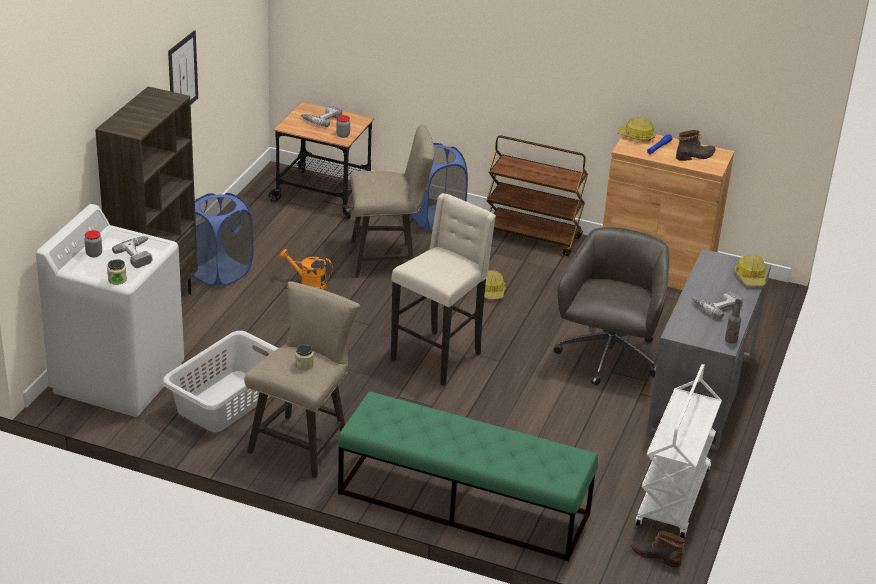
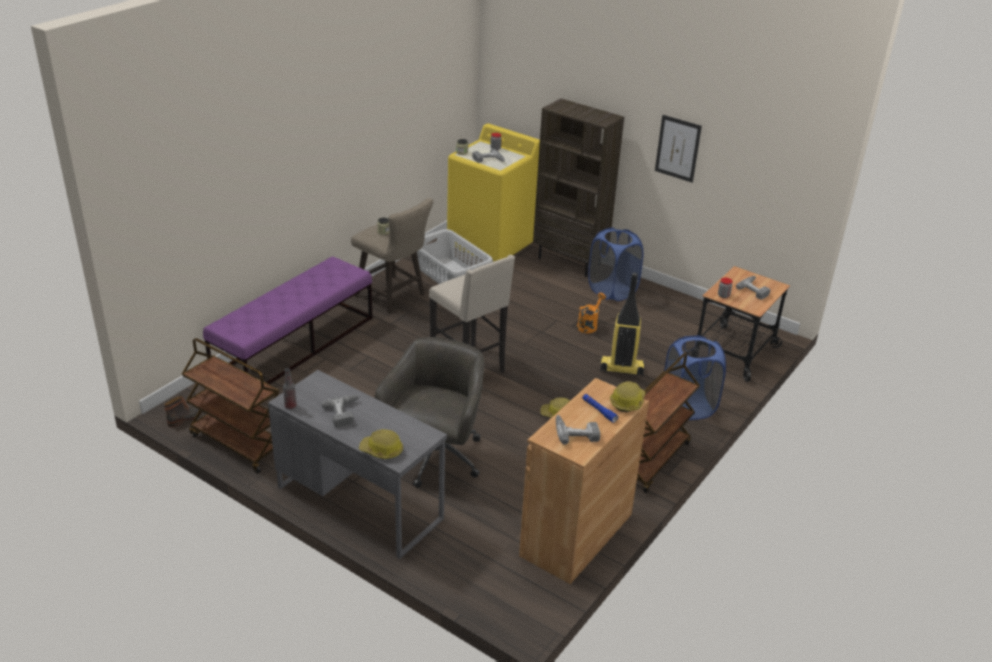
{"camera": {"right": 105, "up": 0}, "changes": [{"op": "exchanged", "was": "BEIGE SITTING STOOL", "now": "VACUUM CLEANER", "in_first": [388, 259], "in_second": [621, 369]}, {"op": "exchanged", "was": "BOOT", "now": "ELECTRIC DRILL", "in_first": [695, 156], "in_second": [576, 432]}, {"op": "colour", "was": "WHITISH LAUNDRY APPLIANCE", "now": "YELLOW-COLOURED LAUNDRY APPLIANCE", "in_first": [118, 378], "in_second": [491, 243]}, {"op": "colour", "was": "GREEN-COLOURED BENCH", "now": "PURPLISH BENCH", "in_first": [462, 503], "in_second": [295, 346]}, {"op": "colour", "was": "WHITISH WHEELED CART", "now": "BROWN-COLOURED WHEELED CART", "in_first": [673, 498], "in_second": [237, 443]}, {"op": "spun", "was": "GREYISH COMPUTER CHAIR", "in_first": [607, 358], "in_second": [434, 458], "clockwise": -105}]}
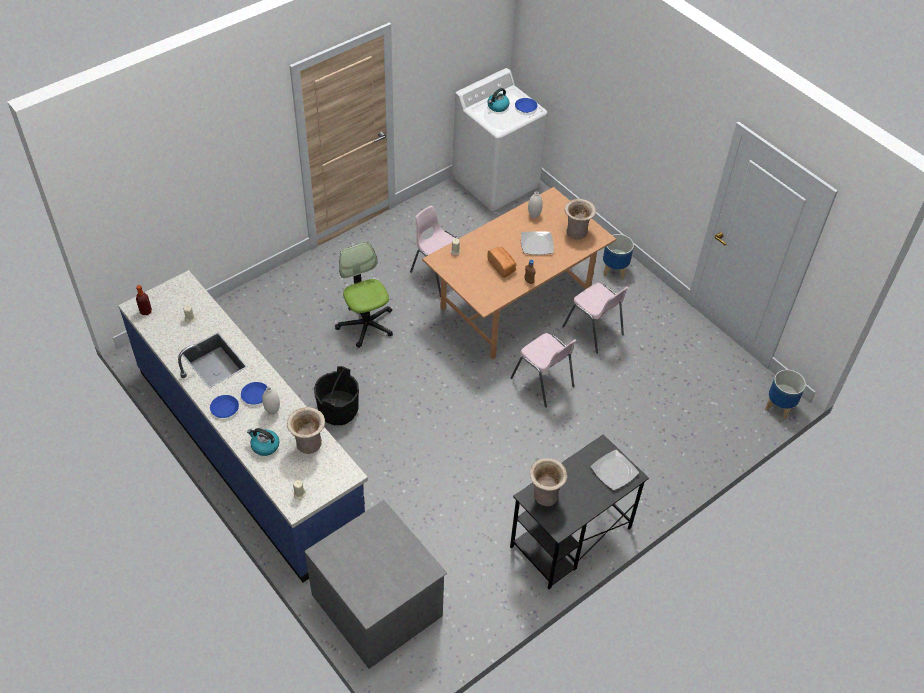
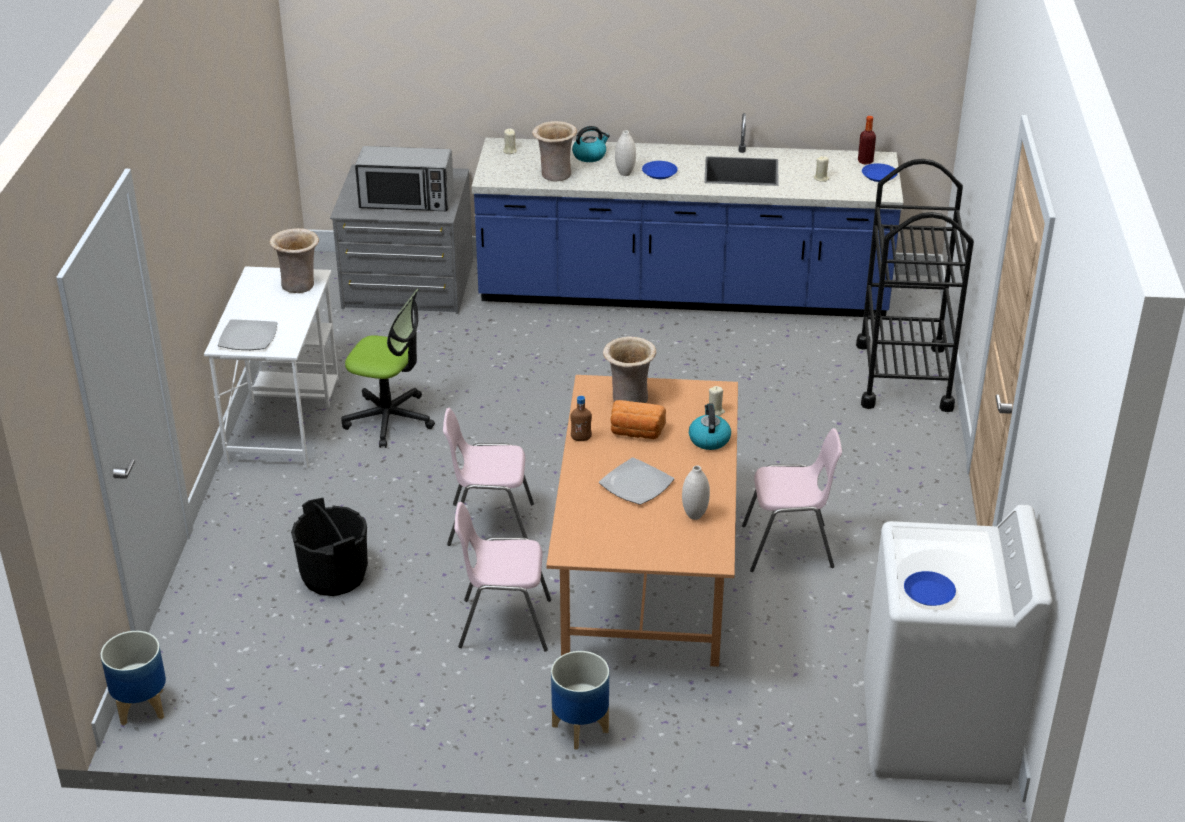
{"camera": {"right": 135, "up": -15}, "changes": [{"op": "appeared", "now": "MICROWAVE", "in_second": [406, 201]}, {"op": "appeared", "now": "BLACKISH WHEELED CART", "in_second": [904, 376]}, {"op": "relocated", "was": "BLUE-COLOURED PLATE", "in_first": [224, 408], "in_second": [879, 176]}, {"op": "relocated", "was": "BLACKISH WATER BUCKET", "in_first": [338, 410], "in_second": [334, 575]}, {"op": "relocated", "was": "COMPUTER CHAIR", "in_first": [366, 325], "in_second": [389, 419]}, {"op": "relocated", "was": "WATER KETTLE", "in_first": [497, 107], "in_second": [709, 439]}, {"op": "relocated", "was": "BEIGE DECORATIVE VASE", "in_first": [577, 233], "in_second": [628, 398]}, {"op": "colour", "was": "BLACKISH DESK", "now": "WHITISH DESK", "in_first": [570, 538], "in_second": [284, 420]}]}
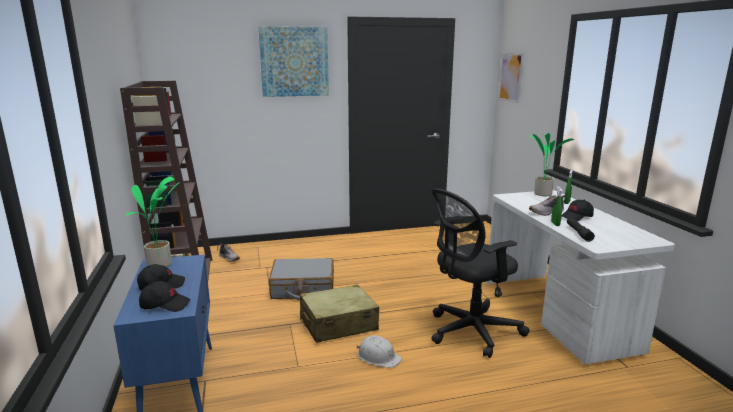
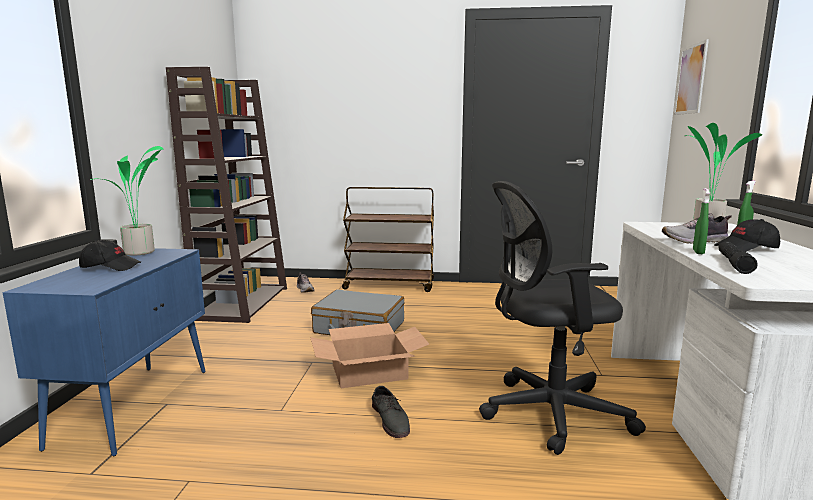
{"camera": {"right": 20, "up": -5}, "changes": [{"op": "missing", "was": "BLACKISH PEAKED CAP", "in_first": [165, 305]}, {"op": "missing", "was": "PICTURE", "in_first": [294, 61]}, {"op": "appeared", "now": "BROWN-COLOURED WHEELED CART", "in_second": [390, 285]}, {"op": "exchanged", "was": "BEIGE PIECE OF LUGGAGE", "now": "CARTON", "in_first": [338, 324], "in_second": [369, 372]}, {"op": "exchanged", "was": "WHITISH WORK HELMET", "now": "GREYISH LOW SHOE", "in_first": [378, 357], "in_second": [391, 419]}]}
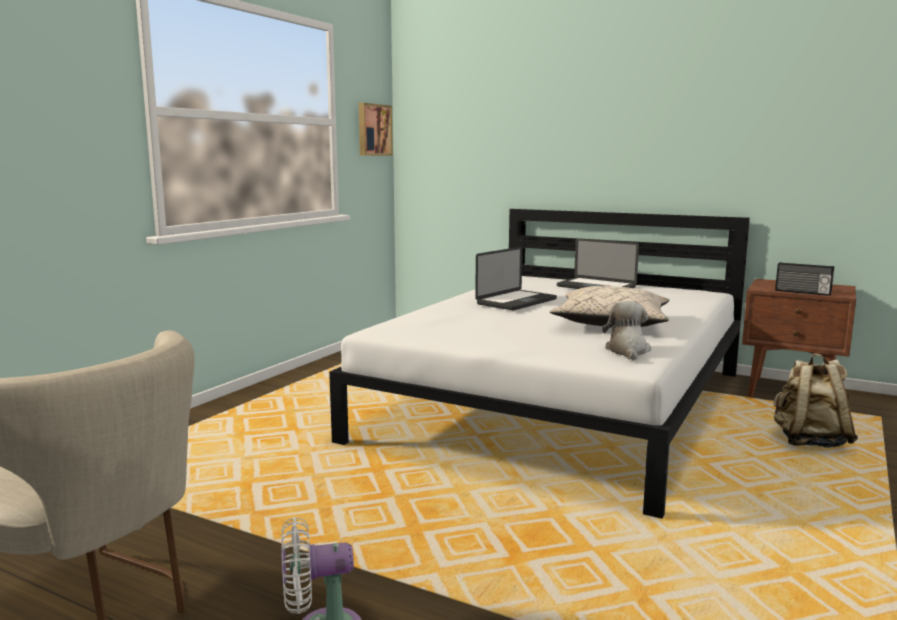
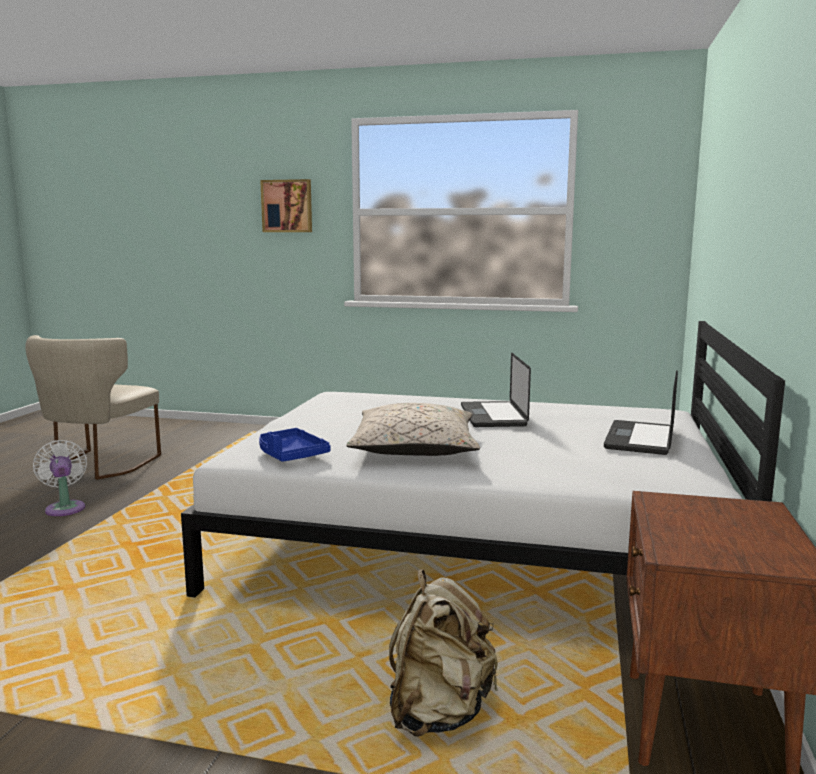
{"camera": {"right": 75, "up": 0}, "changes": [{"op": "missing", "was": "RADIO", "in_first": [802, 292]}, {"op": "relocated", "was": "PICTURE", "in_first": [373, 130], "in_second": [287, 206]}, {"op": "exchanged", "was": "SOFT TOY", "now": "BLUE-COLOURED SERVING TRAY", "in_first": [627, 351], "in_second": [290, 455]}, {"op": "spun", "was": "NOTEBOOK COMPUTER", "in_first": [516, 302], "in_second": [493, 416], "clockwise": 60}]}
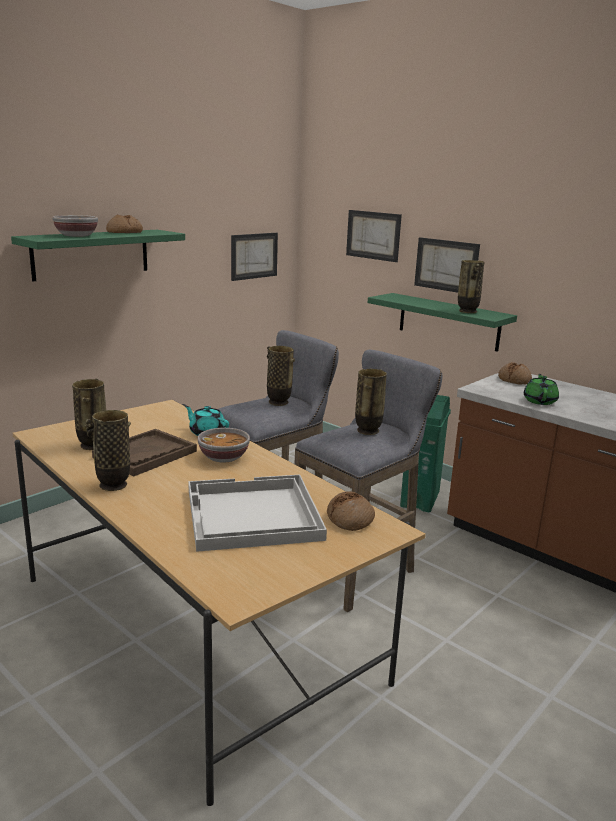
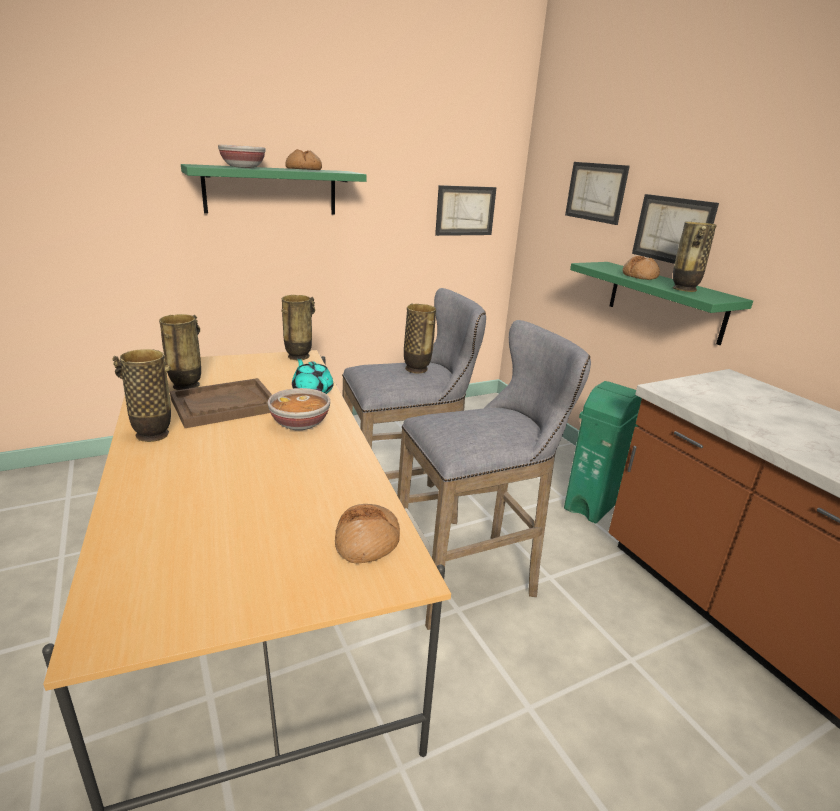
{"camera": {"right": 20, "up": 5}, "changes": [{"op": "missing", "was": "WHITISH SERVING TRAY", "in_first": [252, 515]}, {"op": "missing", "was": "GREEN-COLOURED POT FOR TEA", "in_first": [540, 401]}, {"op": "relocated", "was": "DECORATIVE VASE", "in_first": [368, 431], "in_second": [299, 357]}, {"op": "relocated", "was": "BAKED BREAD", "in_first": [514, 380], "in_second": [640, 276]}]}
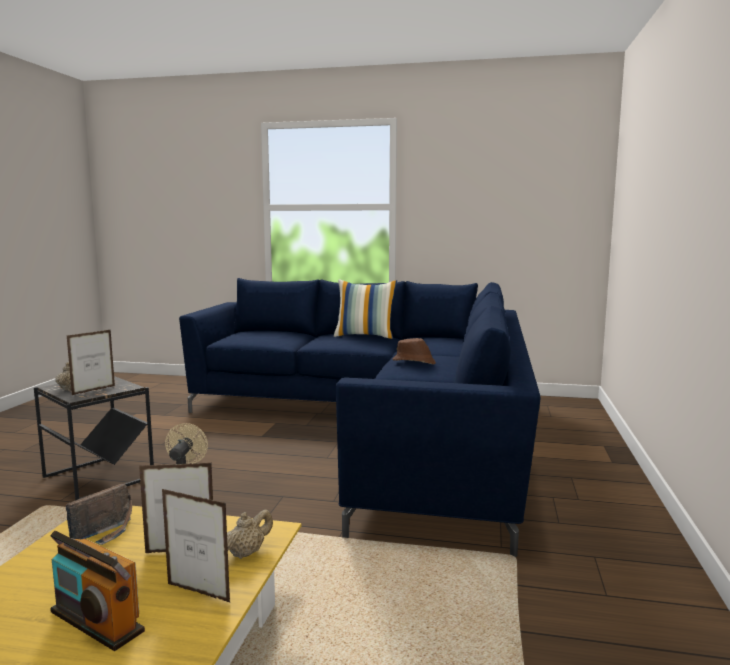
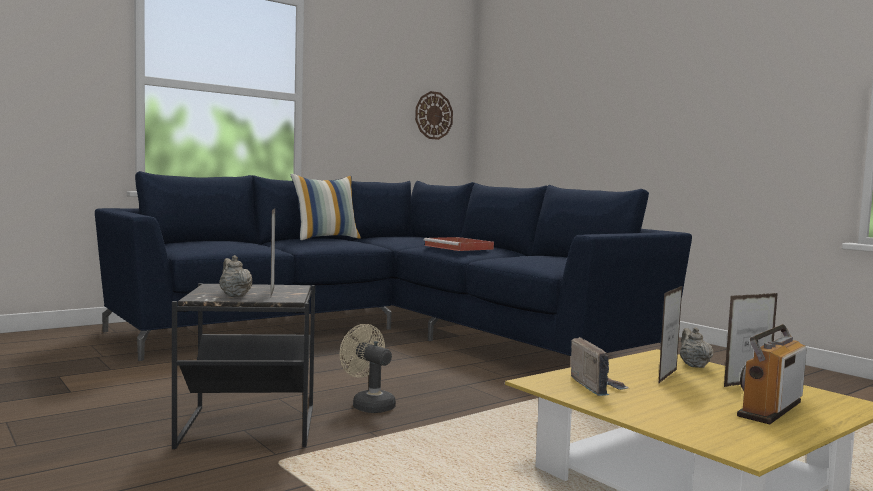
{"camera": {"right": -50, "up": -5}, "changes": [{"op": "appeared", "now": "HANGING CLOCK", "in_second": [433, 115]}, {"op": "exchanged", "was": "BROWN-COLOURED CLOTHING HAT", "now": "RED SERVING TRAY", "in_first": [414, 362], "in_second": [459, 247]}, {"op": "spun", "was": "RADIO", "in_first": [96, 622], "in_second": [769, 409], "clockwise": 150}]}
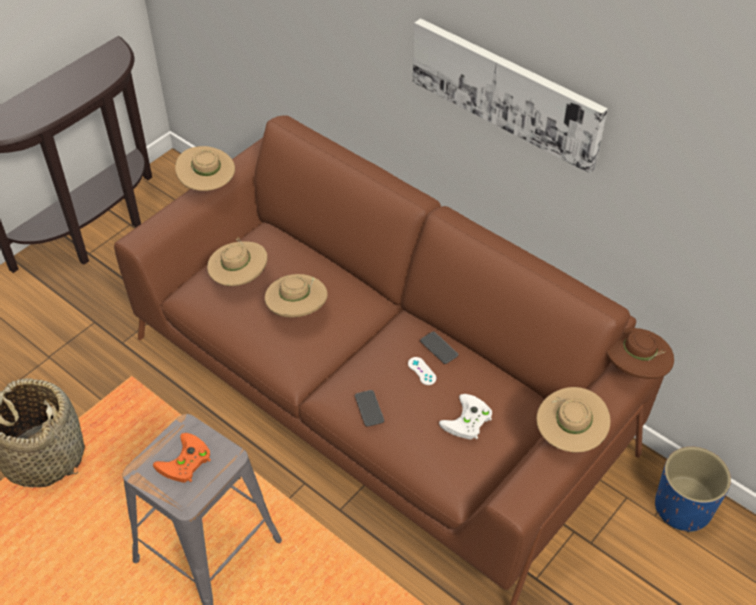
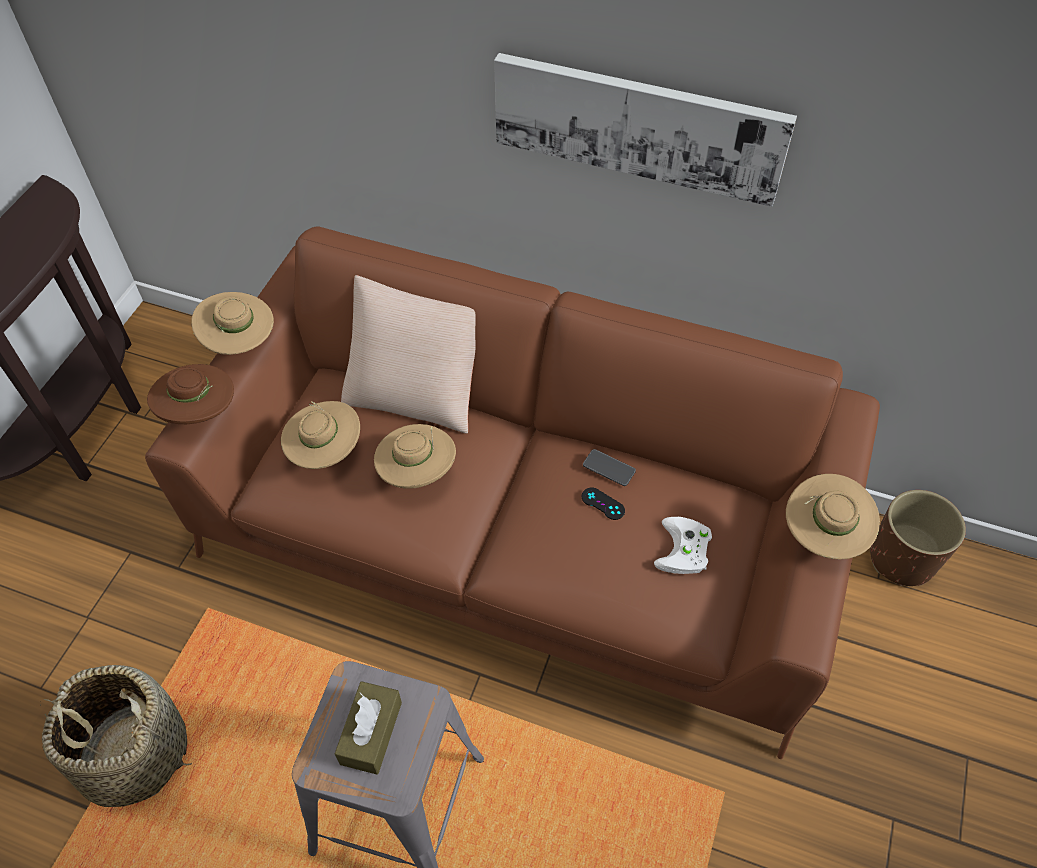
{"camera": {"right": -20, "up": 5}, "changes": [{"op": "missing", "was": "TELEPHONE", "in_first": [369, 408]}, {"op": "appeared", "now": "BEIGE THROW PILLOW", "in_second": [417, 390]}, {"op": "relocated", "was": "BROWN-COLOURED CLOTHING HAT", "in_first": [634, 368], "in_second": [199, 413]}, {"op": "exchanged", "was": "ORANGE JOYPAD", "now": "BROWN-COLOURED TISSUE HOLDER", "in_first": [185, 463], "in_second": [371, 733]}, {"op": "colour", "was": "WHITISH JOYPAD", "now": "BLACKISH JOYPAD", "in_first": [422, 371], "in_second": [603, 504]}, {"op": "colour", "was": "BLUE-COLOURED FLOWER POT", "now": "BROWN-COLOURED FLOWER POT", "in_first": [683, 507], "in_second": [902, 558]}]}
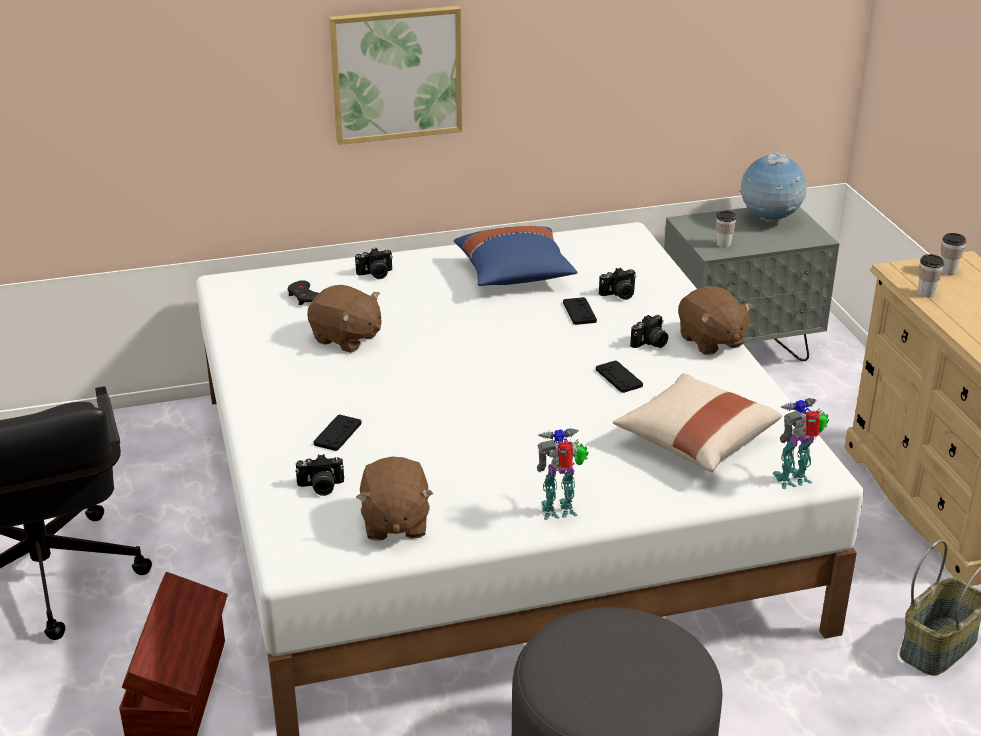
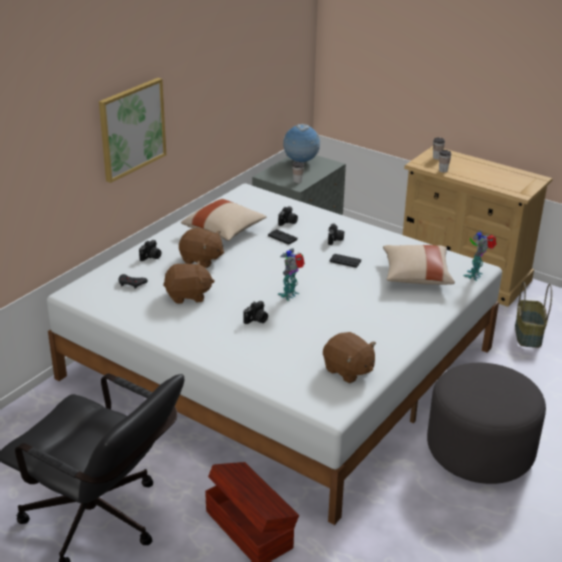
{"camera": {"right": -40, "up": 0}, "changes": [{"op": "missing", "was": "BLACKISH JOYPAD", "in_first": [337, 434]}, {"op": "relocated", "was": "STILL CAMERA", "in_first": [321, 487], "in_second": [256, 320]}, {"op": "relocated", "was": "ROBOT FIGURE", "in_first": [560, 512], "in_second": [290, 295]}, {"op": "relocated", "was": "BROWN-COLOURED SOFT TOY", "in_first": [711, 341], "in_second": [201, 259]}, {"op": "colour", "was": "BLUE-COLOURED THROW PILLOW", "now": "BEIGE THROW PILLOW", "in_first": [514, 275], "in_second": [224, 231]}]}
